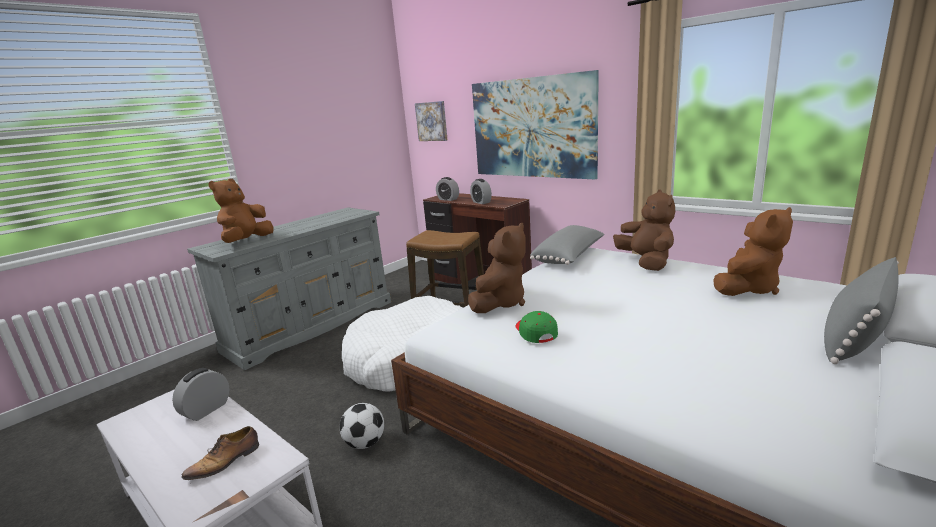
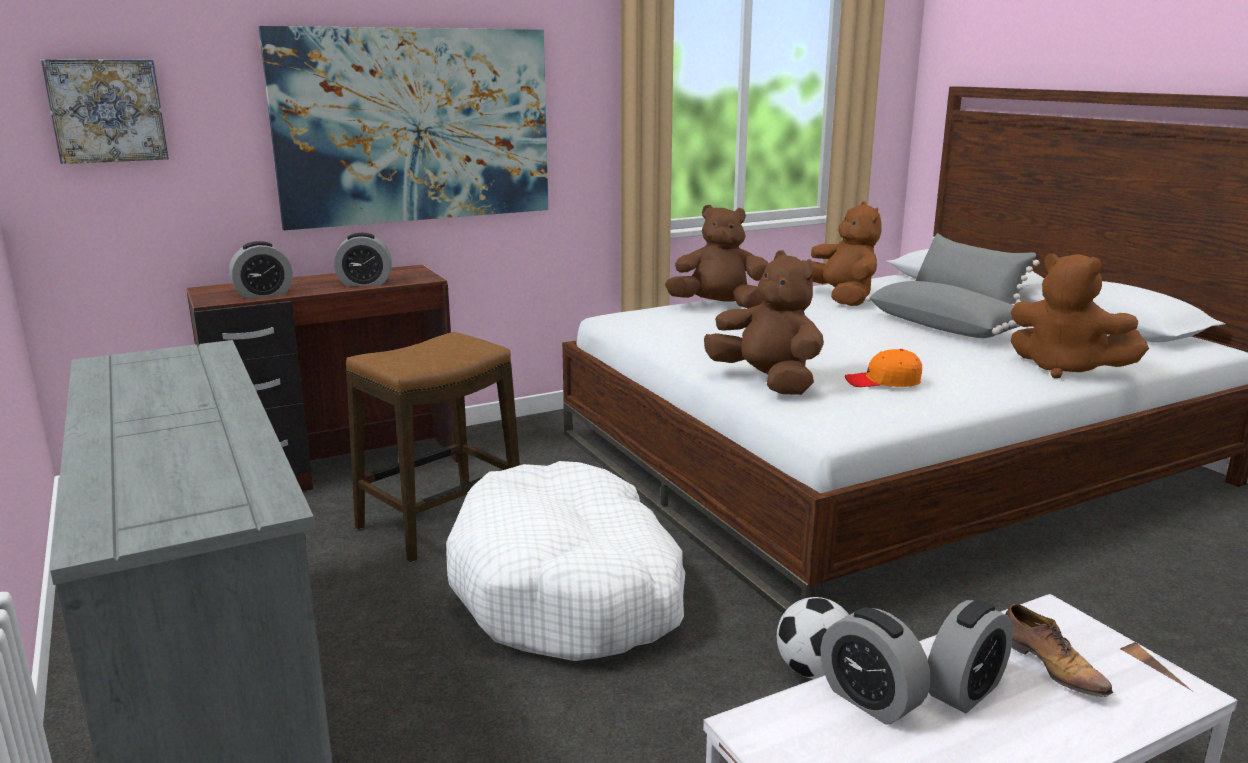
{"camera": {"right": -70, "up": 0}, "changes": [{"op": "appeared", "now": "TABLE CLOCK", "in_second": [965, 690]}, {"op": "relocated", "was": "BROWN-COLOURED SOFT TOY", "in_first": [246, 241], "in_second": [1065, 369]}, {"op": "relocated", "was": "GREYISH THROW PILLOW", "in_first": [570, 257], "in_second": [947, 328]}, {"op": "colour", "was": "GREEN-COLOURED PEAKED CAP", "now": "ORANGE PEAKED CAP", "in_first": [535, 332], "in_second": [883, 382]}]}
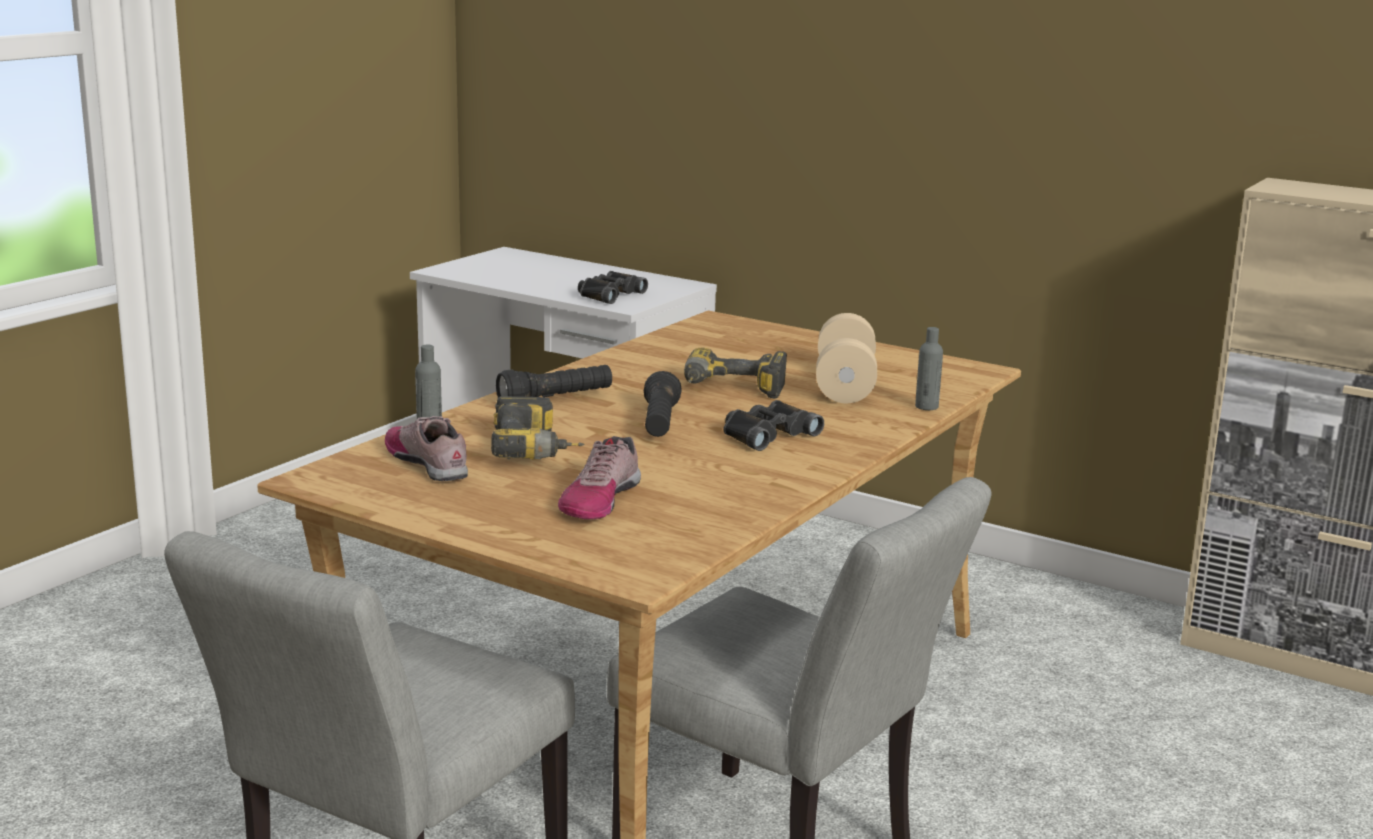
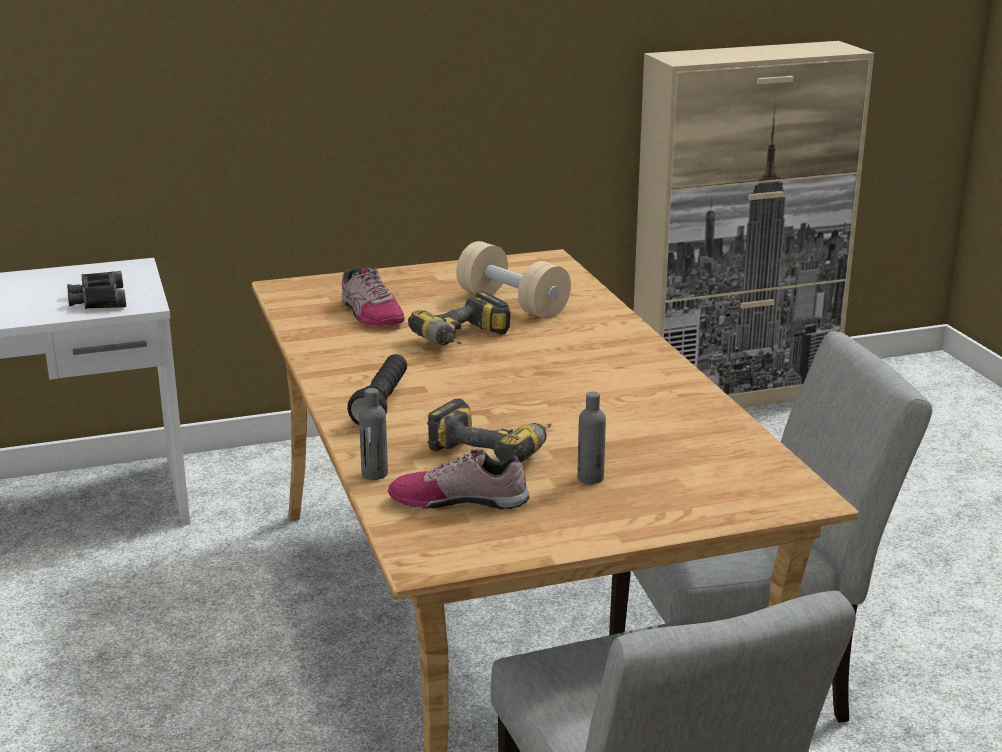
{"camera": {"right": -50, "up": 5}, "changes": [{"op": "missing", "was": "BLACKISH HAND TORCH", "in_first": [660, 424]}, {"op": "missing", "was": "BLACKISH FIELD GLASSES", "in_first": [766, 434]}, {"op": "relocated", "was": "LOW SHOE", "in_first": [599, 499], "in_second": [370, 314]}, {"op": "relocated", "was": "GREYISH DRINK BOTTLE", "in_first": [926, 407], "in_second": [590, 478]}]}
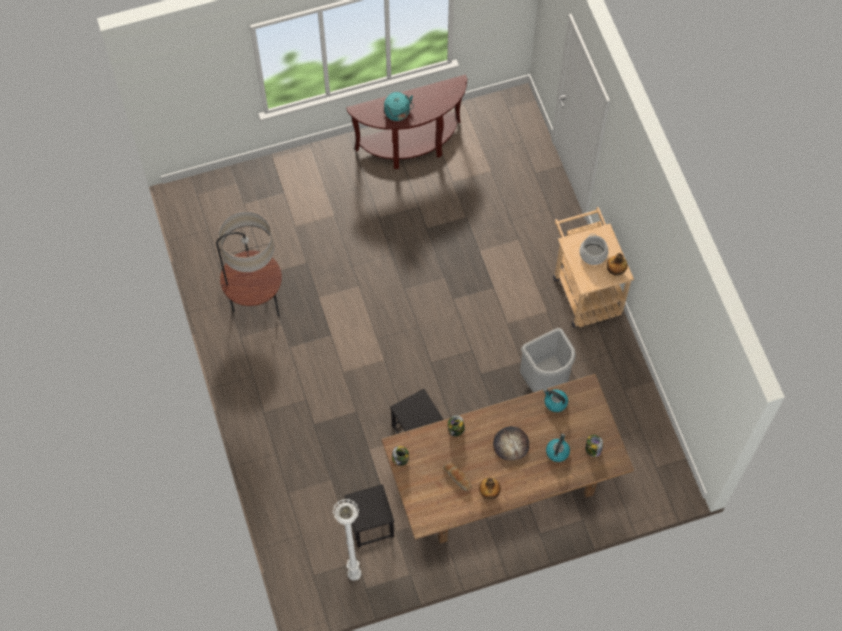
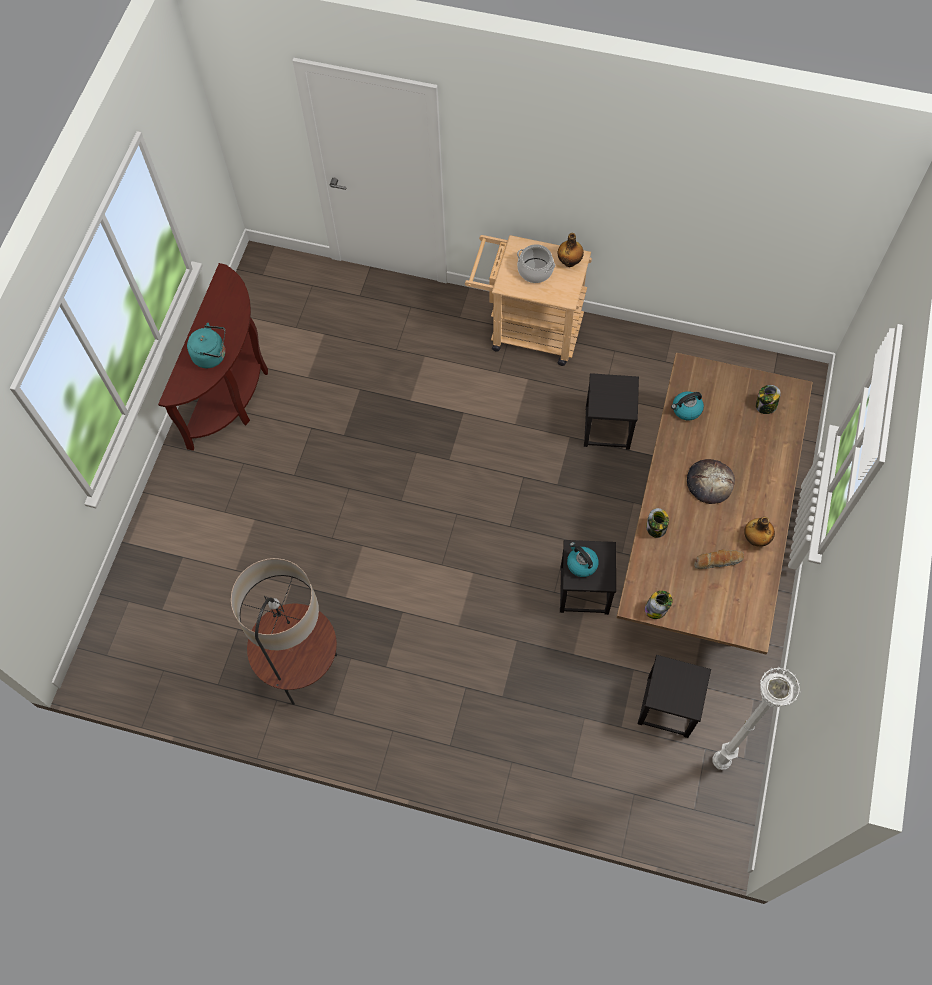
{"camera": {"right": -55, "up": 0}, "changes": [{"op": "relocated", "was": "WATER KETTLE", "in_first": [557, 451], "in_second": [581, 564]}, {"op": "exchanged", "was": "GREYISH WASTE BIN", "now": "BLACKISH SITTING STOOL", "in_first": [545, 380], "in_second": [606, 427]}]}
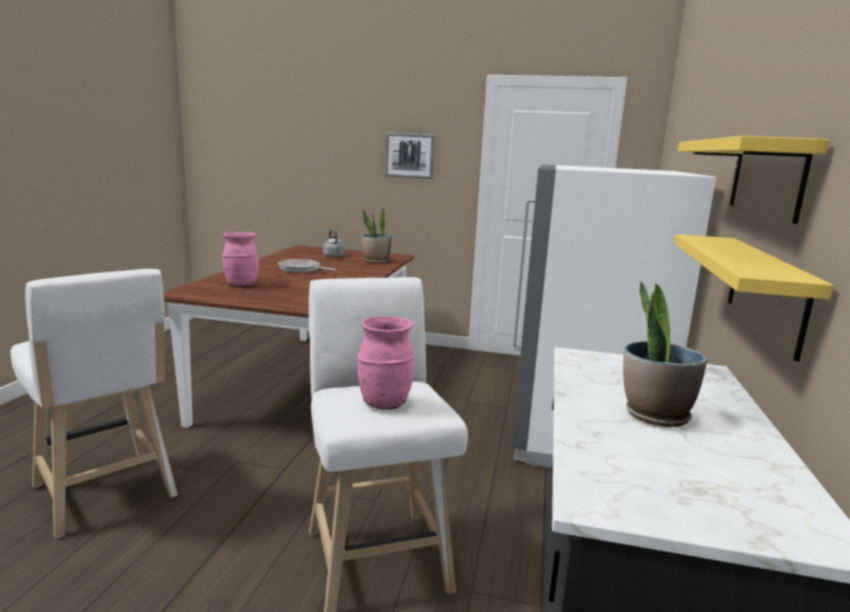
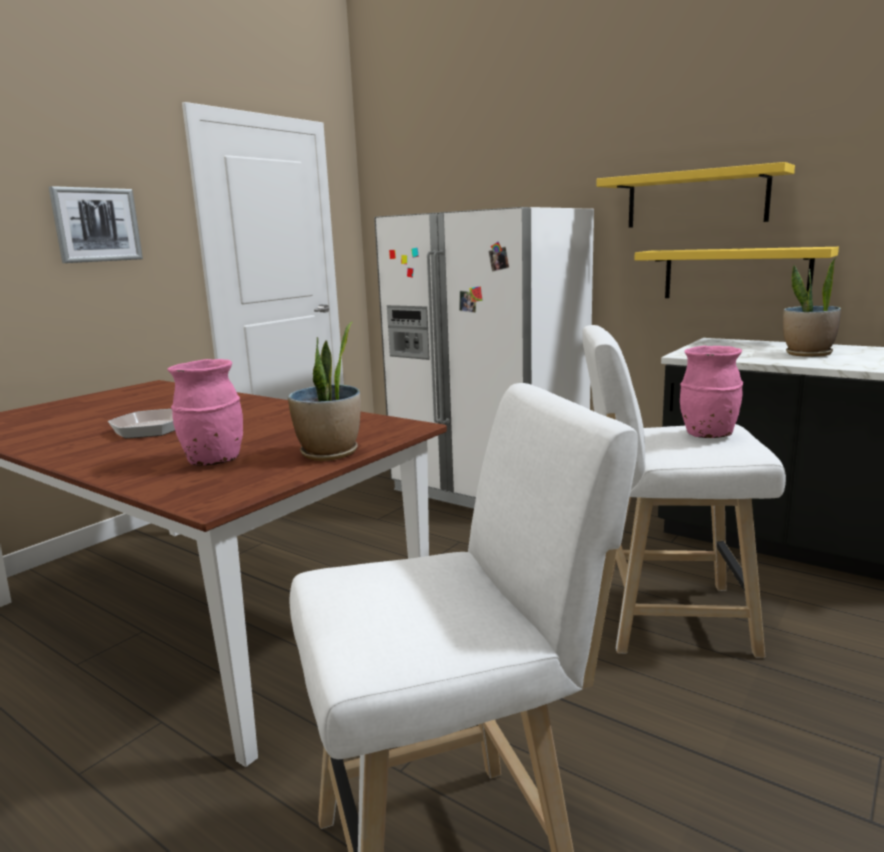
{"camera": {"right": -65, "up": 0}, "changes": [{"op": "missing", "was": "GREYISH WATER KETTLE", "in_first": [334, 256]}, {"op": "relocated", "was": "POTTED PLANT", "in_first": [376, 261], "in_second": [330, 453]}]}
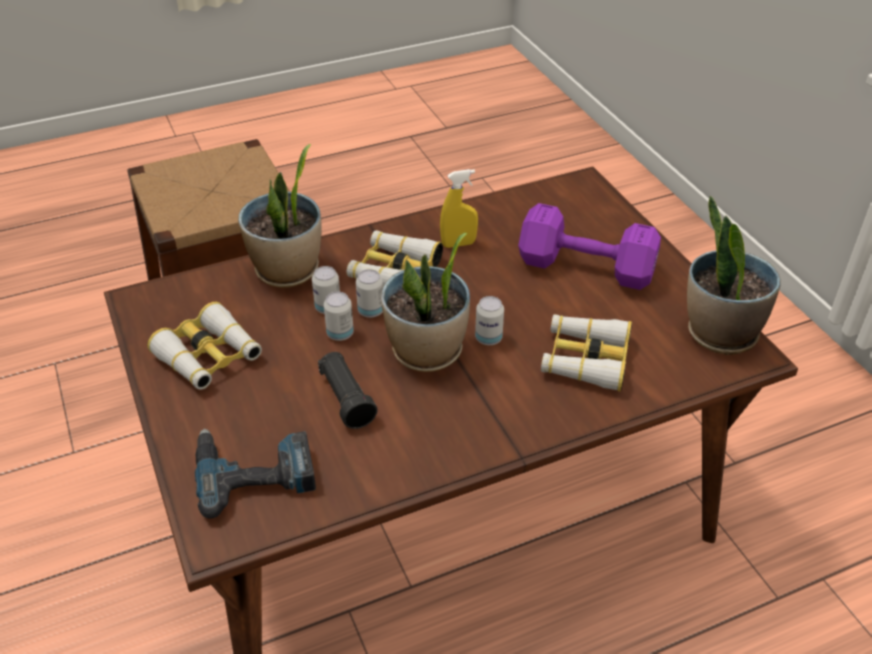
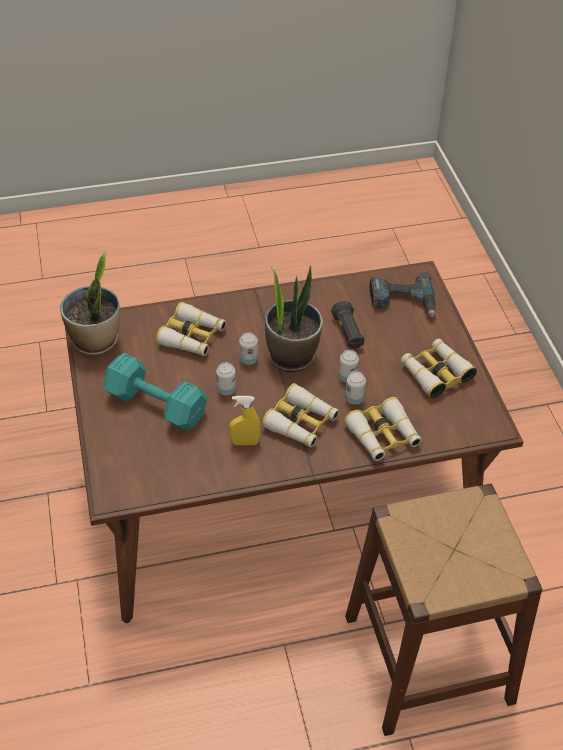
{"camera": {"right": -170, "up": 5}, "changes": [{"op": "relocated", "was": "CAN", "in_first": [371, 311], "in_second": [226, 389]}, {"op": "exchanged", "was": "POTTED PLANT", "now": "FIELD GLASSES", "in_first": [287, 271], "in_second": [383, 436]}, {"op": "colour", "was": "PURPLISH FREE WEIGHT", "now": "TURQUOISE-COLOURED FREE WEIGHT", "in_first": [588, 269], "in_second": [155, 403]}]}
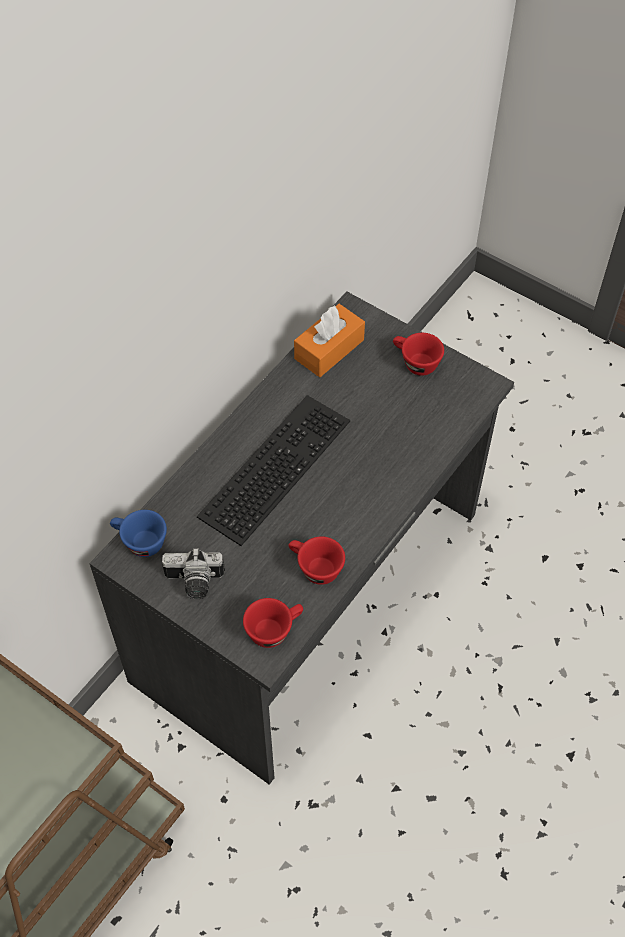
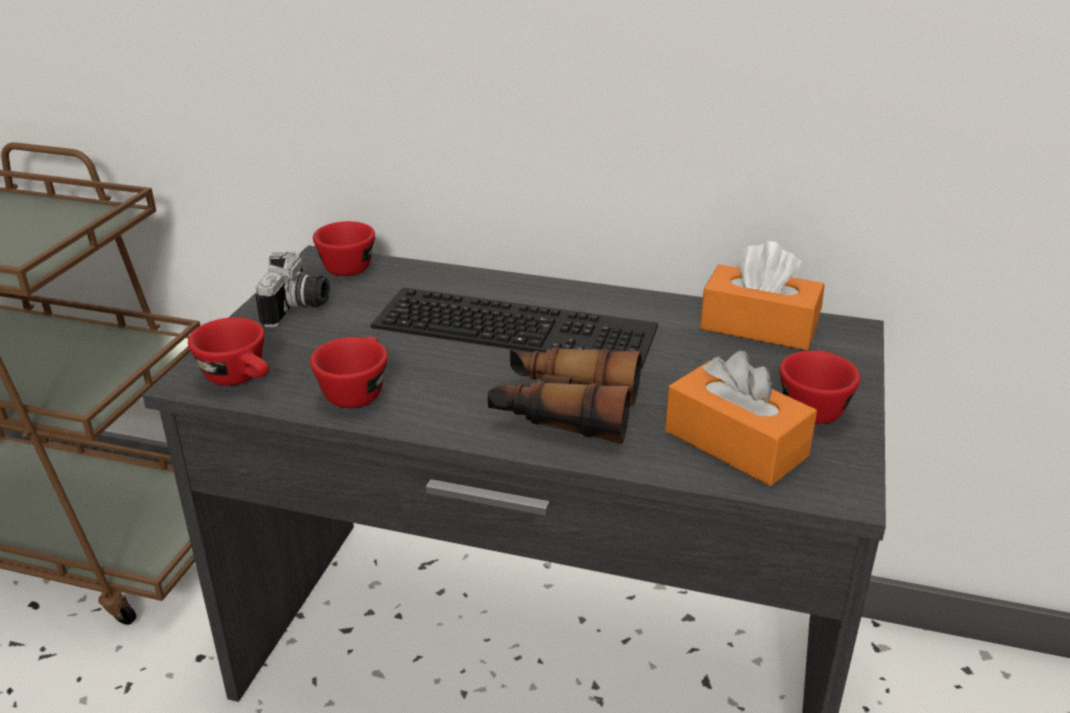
{"camera": {"right": 70, "up": -25}, "changes": [{"op": "appeared", "now": "FIELD GLASSES", "in_second": [564, 409]}, {"op": "appeared", "now": "ORANGE TISSUE HOLDER", "in_second": [735, 443]}, {"op": "colour", "was": "BLUE-COLOURED CUP", "now": "RED CUP", "in_first": [139, 542], "in_second": [348, 265]}, {"op": "spun", "was": "STILL CAMERA", "in_first": [194, 583], "in_second": [299, 308], "clockwise": -150}]}
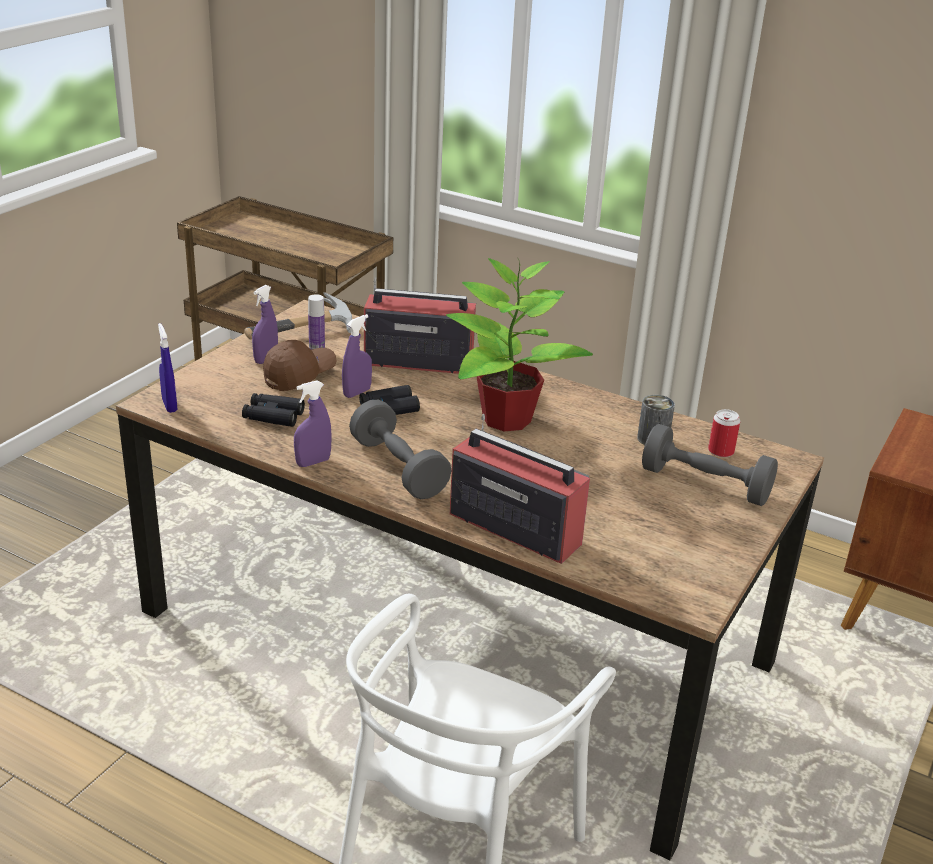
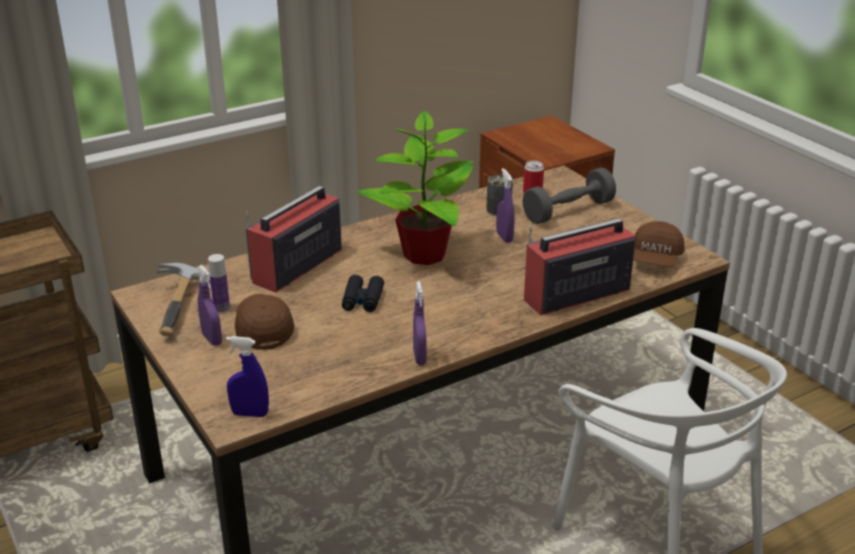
{"camera": {"right": -60, "up": 0}, "changes": [{"op": "missing", "was": "BLACKISH FIELD GLASSES", "in_first": [273, 416]}, {"op": "missing", "was": "GREYISH FREE WEIGHT", "in_first": [398, 468]}, {"op": "appeared", "now": "BROWN-COLOURED PEAKED CAP", "in_second": [655, 259]}, {"op": "relocated", "was": "PURPLISH HAND SPRAYER", "in_first": [357, 393], "in_second": [504, 237]}]}
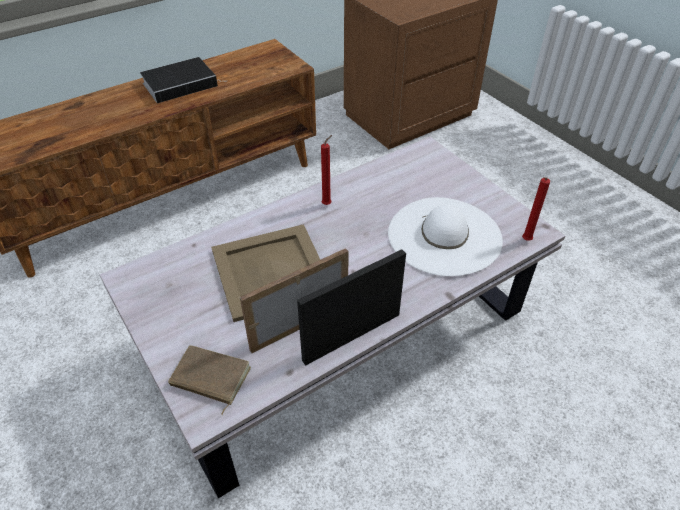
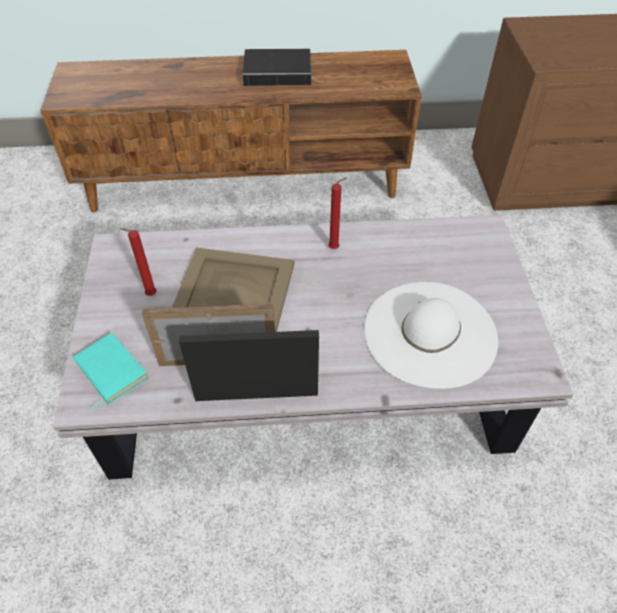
{"camera": {"right": 30, "up": 5}, "changes": [{"op": "relocated", "was": "RED WAX LIGHT", "in_first": [525, 241], "in_second": [149, 295]}, {"op": "colour", "was": "BROWN-COLOURED VOLUME", "now": "TURQUOISE-COLOURED VOLUME", "in_first": [209, 379], "in_second": [109, 371]}]}
